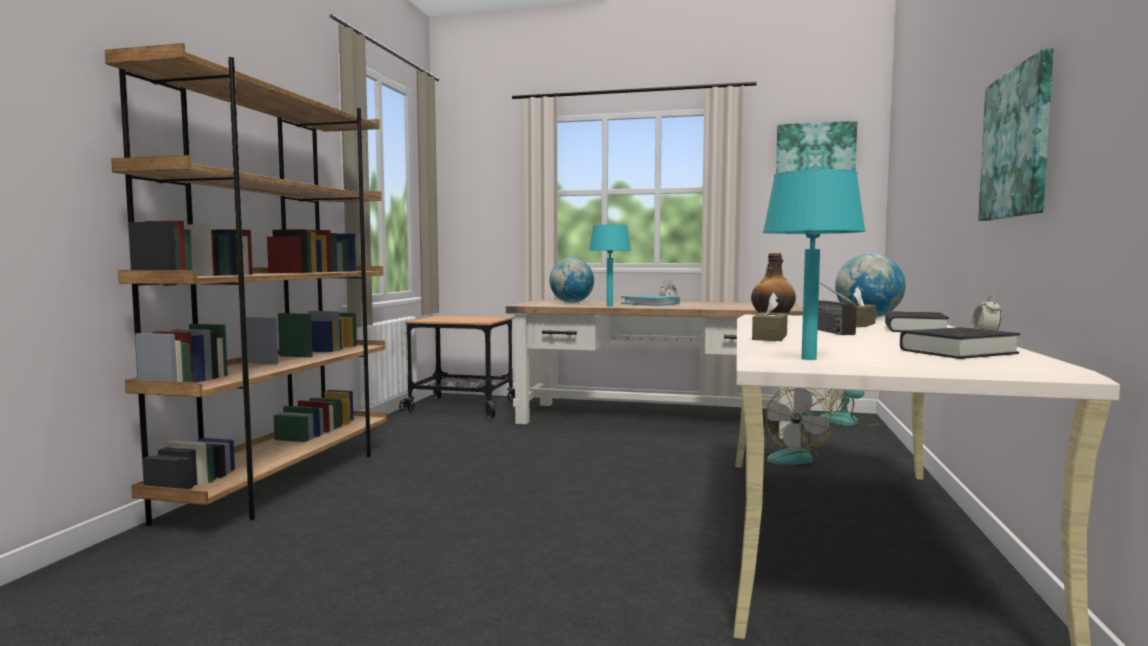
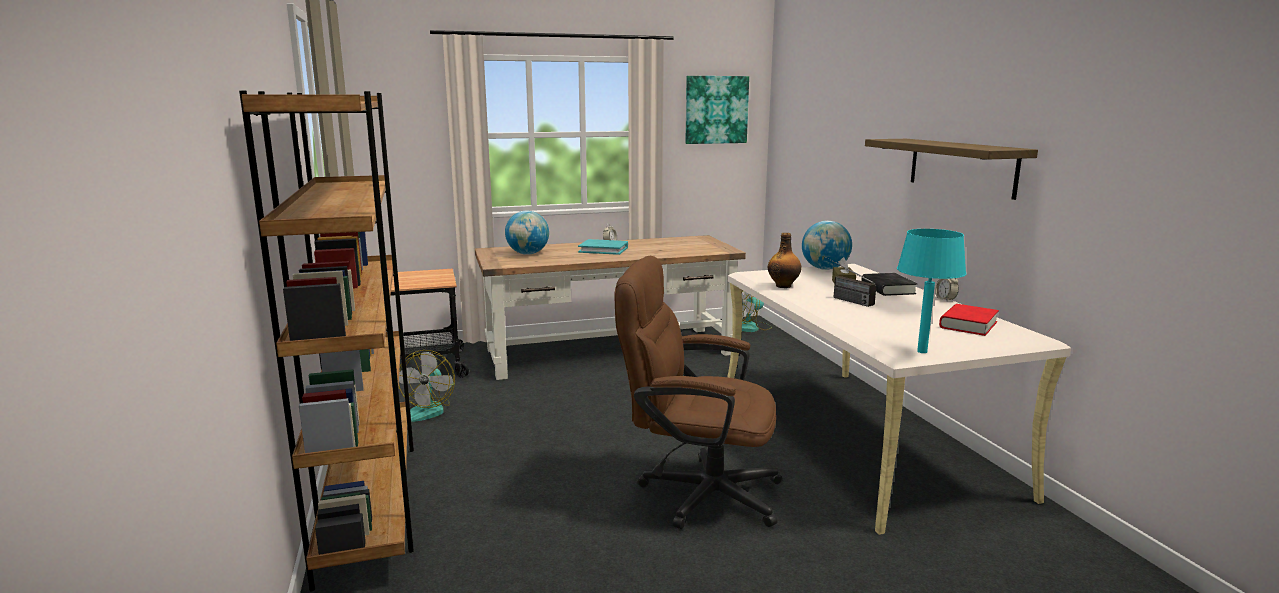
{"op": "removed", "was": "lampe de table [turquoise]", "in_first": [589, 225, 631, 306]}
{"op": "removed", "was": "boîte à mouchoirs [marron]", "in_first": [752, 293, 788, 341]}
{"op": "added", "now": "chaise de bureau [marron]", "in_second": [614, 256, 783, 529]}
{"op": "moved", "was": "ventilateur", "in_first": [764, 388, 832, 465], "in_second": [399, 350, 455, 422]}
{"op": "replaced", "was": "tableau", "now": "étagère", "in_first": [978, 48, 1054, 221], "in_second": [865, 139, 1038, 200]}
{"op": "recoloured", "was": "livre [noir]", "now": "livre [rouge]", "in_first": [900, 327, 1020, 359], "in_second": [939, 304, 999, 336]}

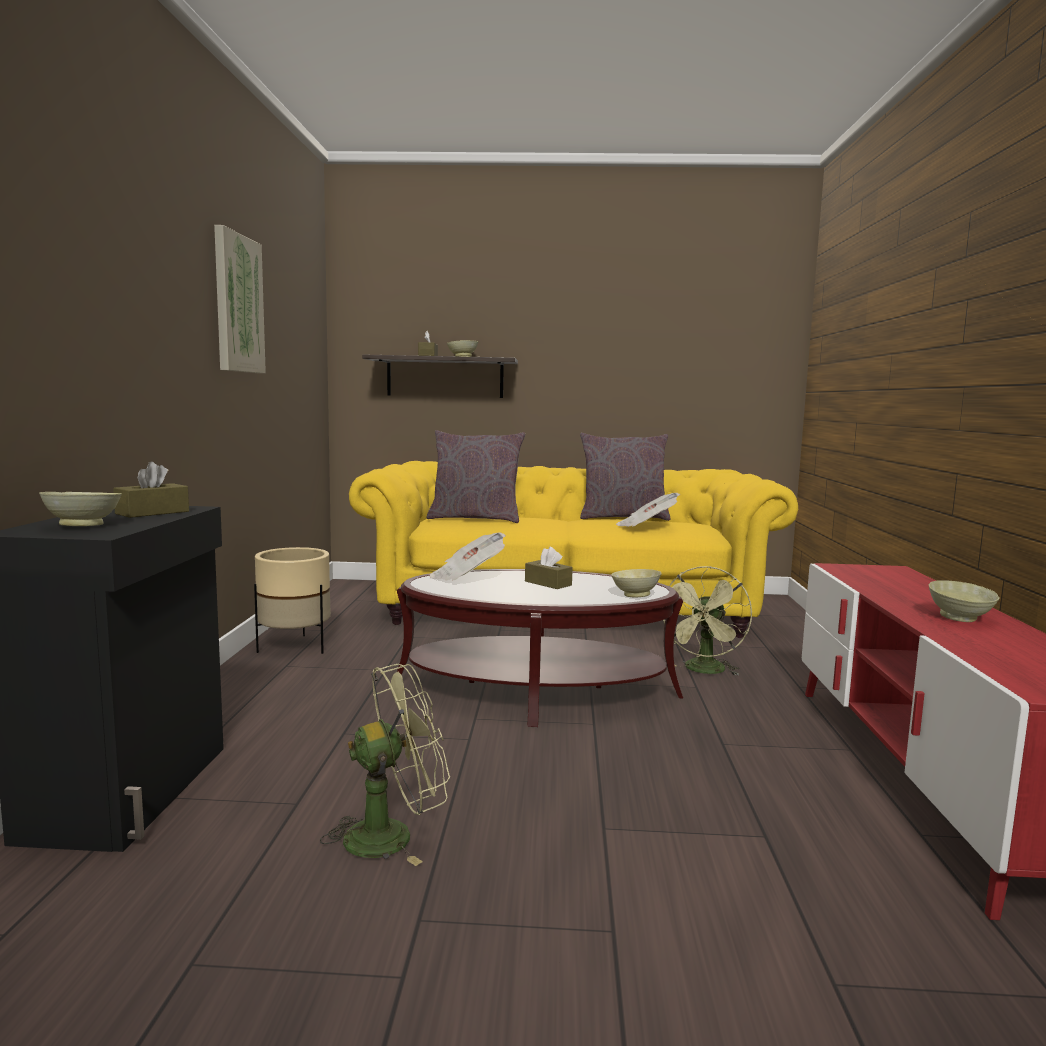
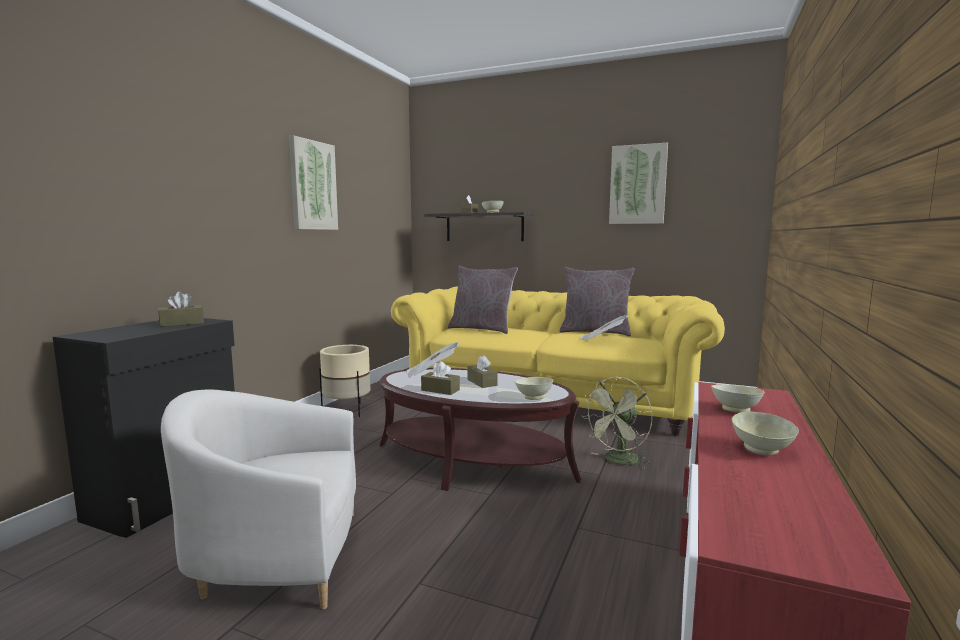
{"op": "added", "now": "boîte à mouchoirs [marron]", "in_second": [421, 361, 460, 395]}
{"op": "added", "now": "tableau", "in_second": [609, 143, 668, 224]}
{"op": "moved", "was": "bol [beige]", "in_first": [39, 492, 122, 526], "in_second": [711, 384, 765, 413]}
{"op": "replaced", "was": "ventilateur [vert]", "now": "fauteuil [blanc]", "in_first": [320, 664, 450, 866], "in_second": [161, 389, 356, 609]}

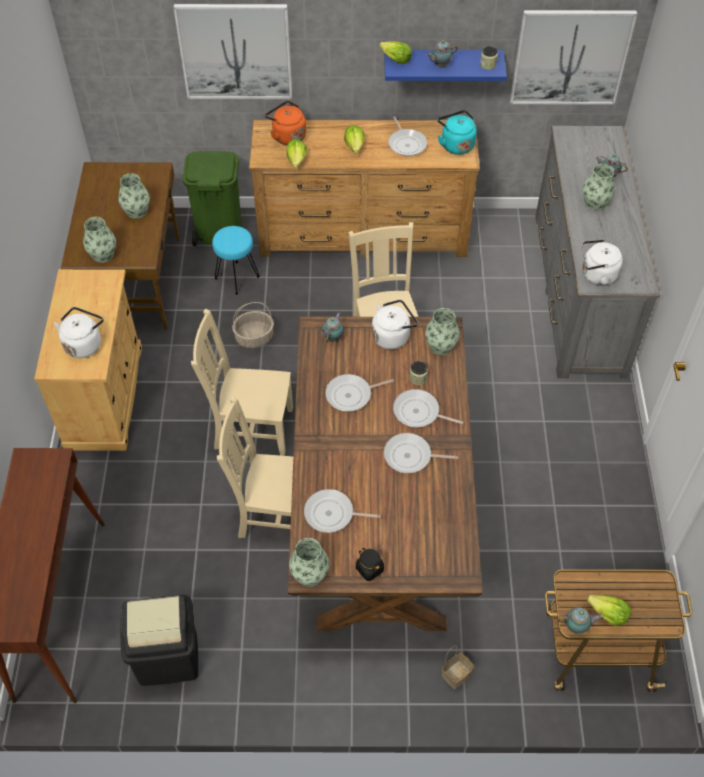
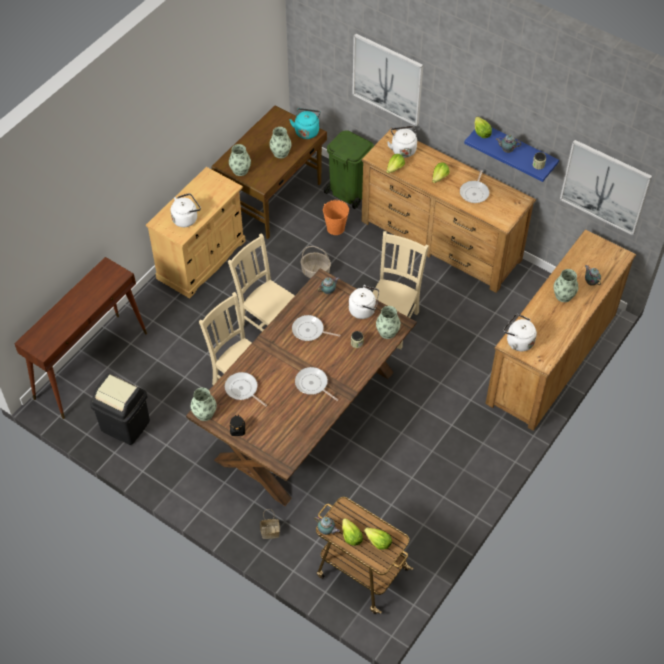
{"op": "removed", "was": "poêle", "in_first": [393, 389, 463, 427]}
{"op": "added", "now": "laitue", "in_second": [364, 527, 392, 550]}
{"op": "moved", "was": "bouilloire [turquoise]", "in_first": [438, 110, 477, 155], "in_second": [290, 108, 320, 139]}
{"op": "replaced", "was": "tabouret [turquoise]", "now": "seau [orange]", "in_first": [212, 226, 260, 295], "in_second": [323, 200, 349, 235]}
{"op": "recoloured", "was": "bouilloire [orange]", "now": "bouilloire [blanc]", "in_first": [265, 101, 306, 145], "in_second": [387, 126, 417, 158]}
{"op": "recoloured", "was": "commode [gris]", "now": "commode [marron]", "in_first": [535, 126, 660, 378], "in_second": [485, 229, 636, 431]}

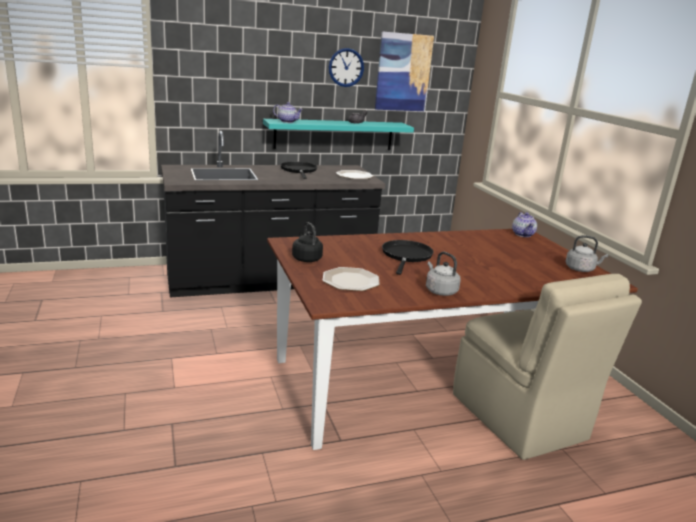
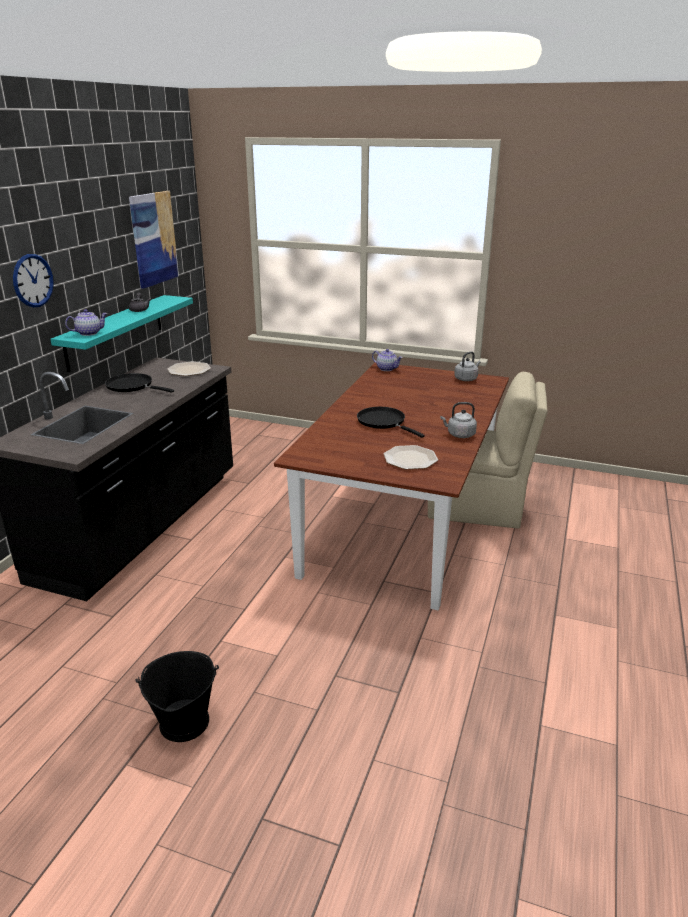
{"op": "removed", "was": "bouilloire [noir]", "in_first": [292, 222, 323, 262]}
{"op": "added", "now": "seau [noir]", "in_second": [135, 651, 219, 742]}
{"op": "moved", "was": "horloge murale", "in_first": [329, 48, 364, 87], "in_second": [13, 254, 54, 307]}

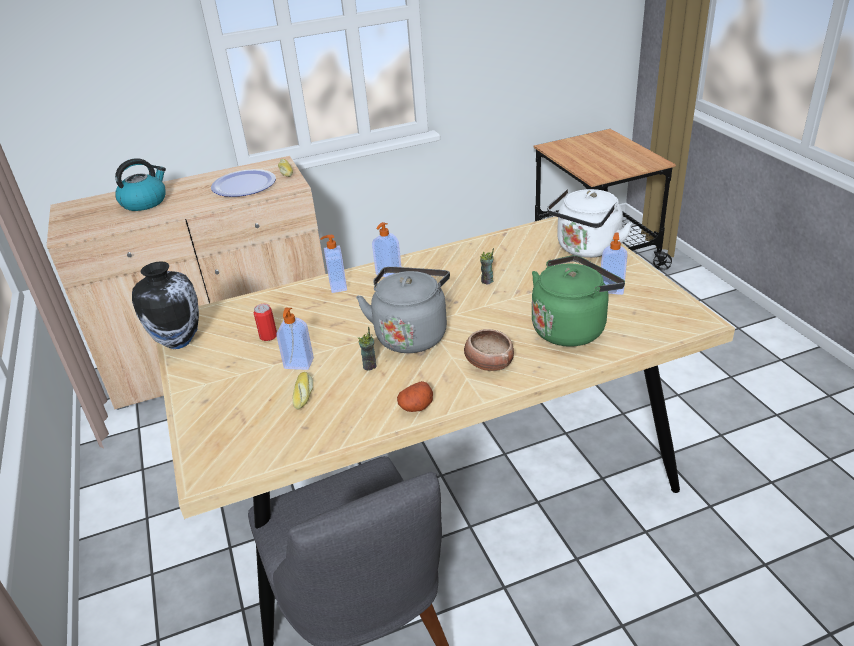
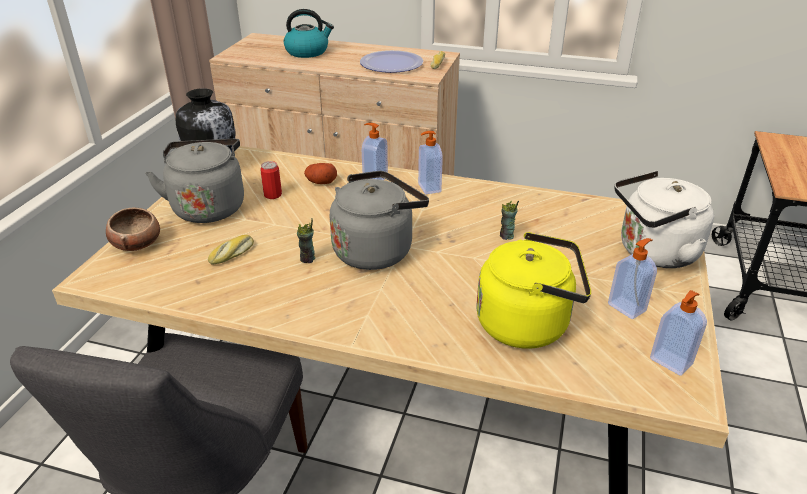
{"op": "added", "now": "bouilloire [gris]", "in_second": [145, 139, 244, 223]}
{"op": "moved", "was": "distributeur de savon", "in_first": [276, 308, 314, 370], "in_second": [650, 290, 707, 376]}
{"op": "moved", "was": "pomme de terre", "in_first": [397, 381, 433, 412], "in_second": [304, 163, 337, 184]}
{"op": "moved", "was": "bol", "in_first": [464, 329, 514, 371], "in_second": [106, 208, 160, 251]}
{"op": "recoloured", "was": "bouilloire [vert]", "now": "bouilloire [jaune]", "in_first": [532, 255, 625, 347], "in_second": [476, 232, 591, 349]}

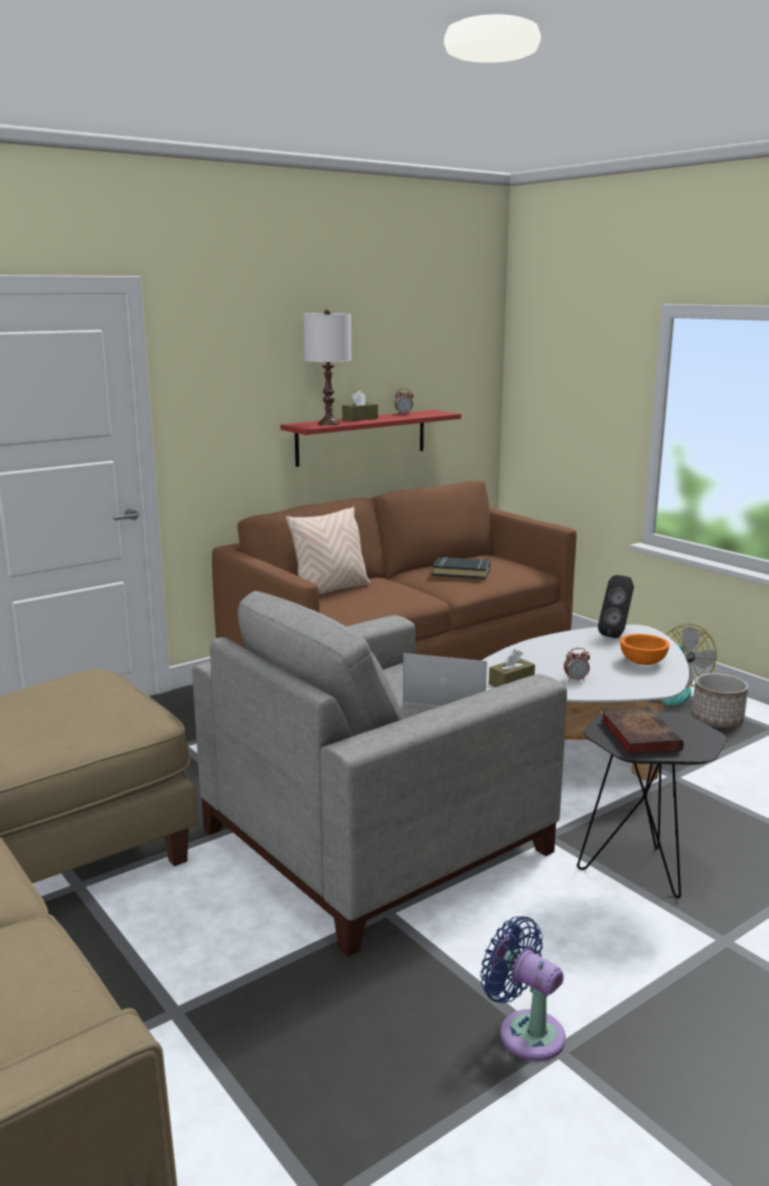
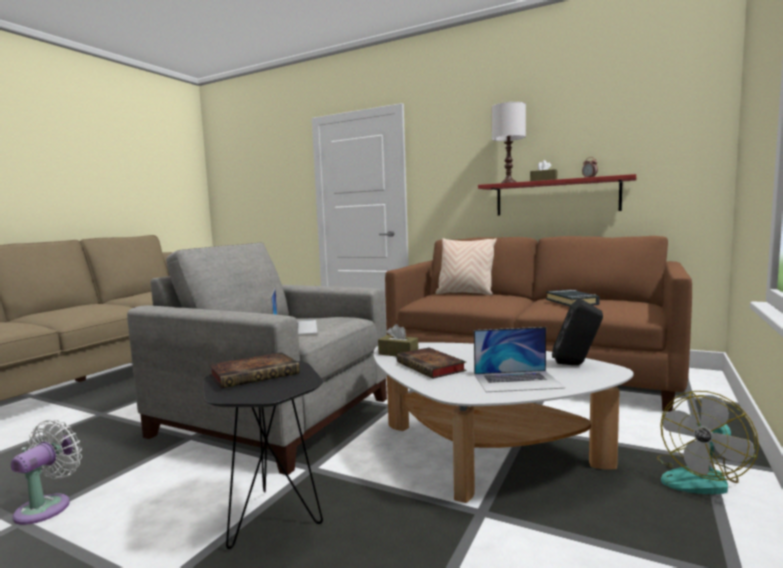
{"op": "removed", "was": "cache-pot", "in_first": [692, 673, 748, 728]}
{"op": "replaced", "was": "réveil", "now": "livre", "in_first": [564, 648, 590, 681], "in_second": [397, 348, 466, 379]}
{"op": "replaced", "was": "bol [orange]", "now": "ordinateur portable", "in_first": [620, 634, 670, 665], "in_second": [474, 327, 565, 392]}
{"op": "recoloured", "was": "ventilateur [bleu]", "now": "ventilateur [blanc]", "in_first": [480, 916, 566, 1061], "in_second": [11, 420, 82, 525]}

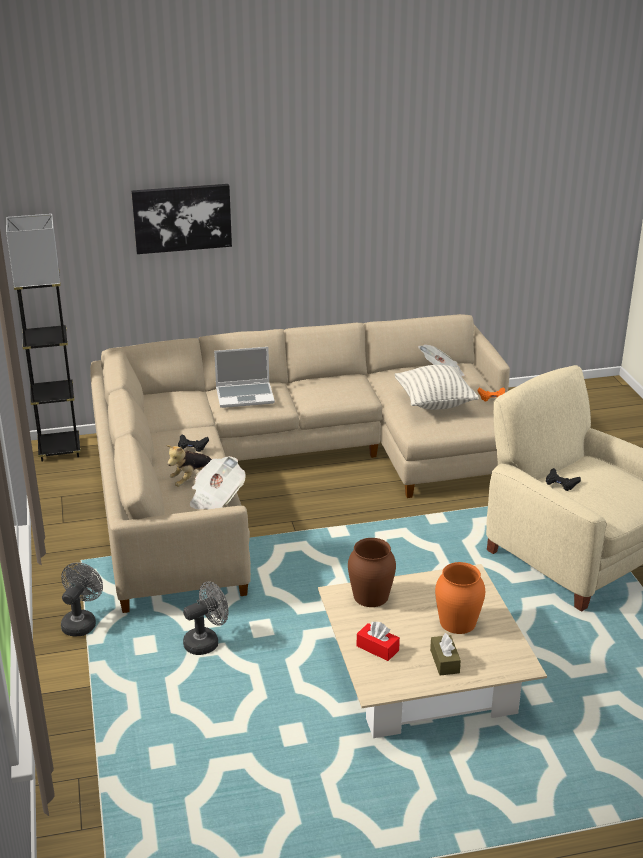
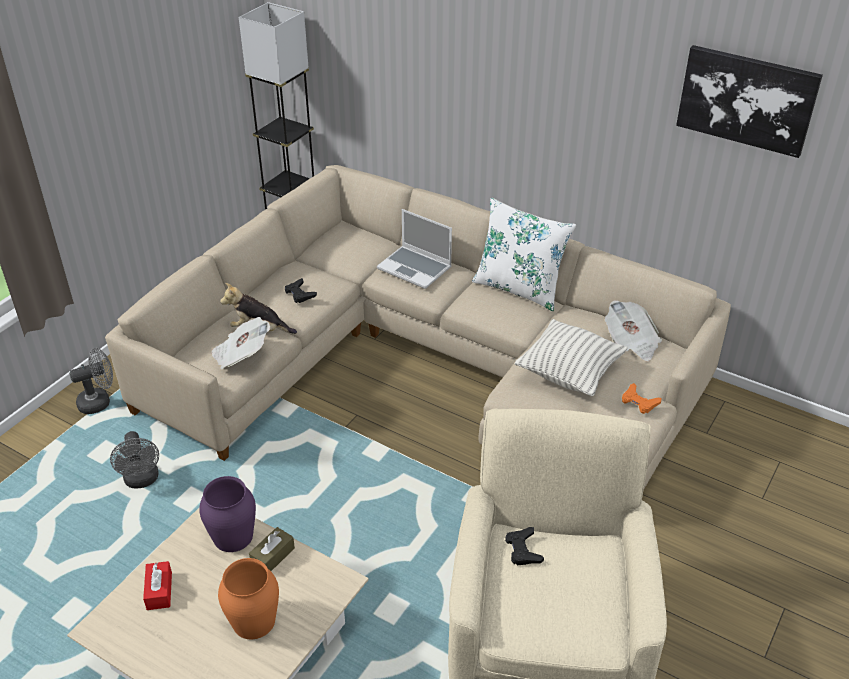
{"op": "added", "now": "coussin [blanc]", "in_second": [472, 198, 576, 311]}
{"op": "moved", "was": "tableau", "in_first": [131, 184, 232, 254], "in_second": [676, 45, 823, 158]}
{"op": "moved", "was": "boîte à mouchoirs [marron]", "in_first": [430, 633, 461, 675], "in_second": [249, 527, 295, 571]}
{"op": "recoloured", "was": "vase [marron]", "now": "vase [violet]", "in_first": [348, 538, 396, 607], "in_second": [199, 476, 256, 552]}
{"op": "turned", "was": "ventilateur [gris]", "in_first": [183, 581, 229, 655], "in_second": [110, 431, 159, 488], "clockwise": 60}

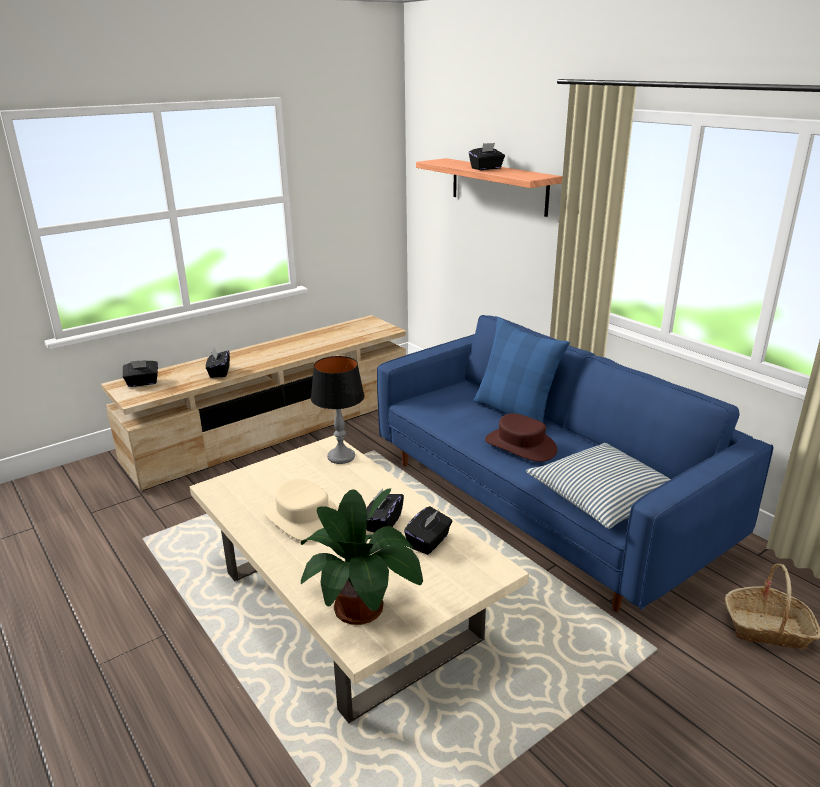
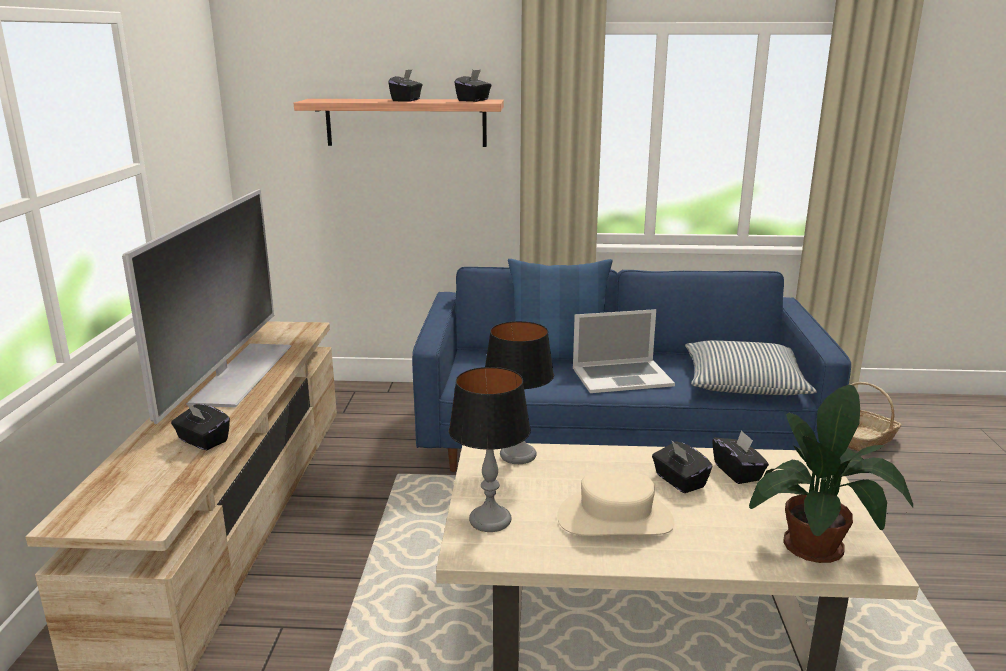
{"op": "added", "now": "téléviseur", "in_second": [122, 189, 291, 424]}
{"op": "added", "now": "lampe de table", "in_second": [449, 367, 531, 532]}
{"op": "moved", "was": "boîte à mouchoirs [noir]", "in_first": [123, 360, 158, 387], "in_second": [454, 70, 492, 102]}
{"op": "replaced", "was": "chapeau [marron]", "now": "ordinateur portable", "in_first": [485, 413, 557, 462], "in_second": [573, 309, 675, 393]}

